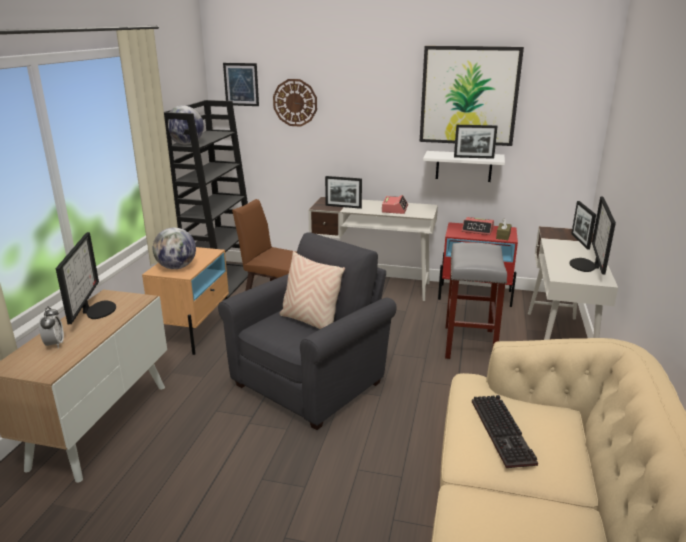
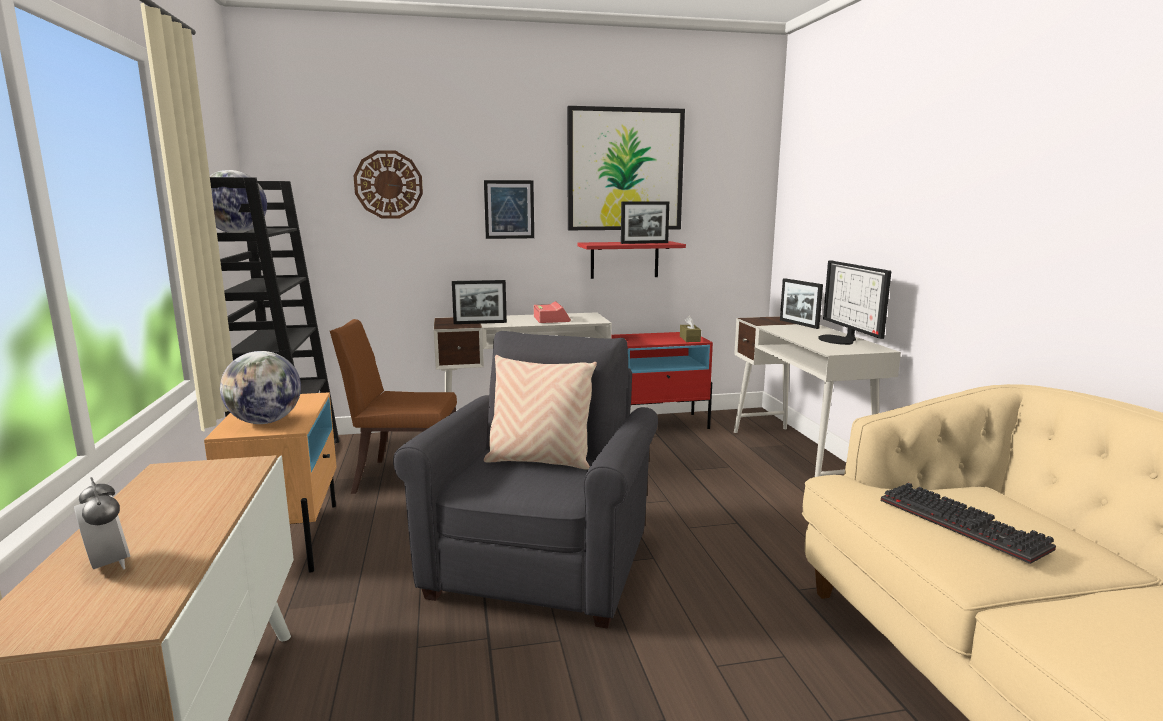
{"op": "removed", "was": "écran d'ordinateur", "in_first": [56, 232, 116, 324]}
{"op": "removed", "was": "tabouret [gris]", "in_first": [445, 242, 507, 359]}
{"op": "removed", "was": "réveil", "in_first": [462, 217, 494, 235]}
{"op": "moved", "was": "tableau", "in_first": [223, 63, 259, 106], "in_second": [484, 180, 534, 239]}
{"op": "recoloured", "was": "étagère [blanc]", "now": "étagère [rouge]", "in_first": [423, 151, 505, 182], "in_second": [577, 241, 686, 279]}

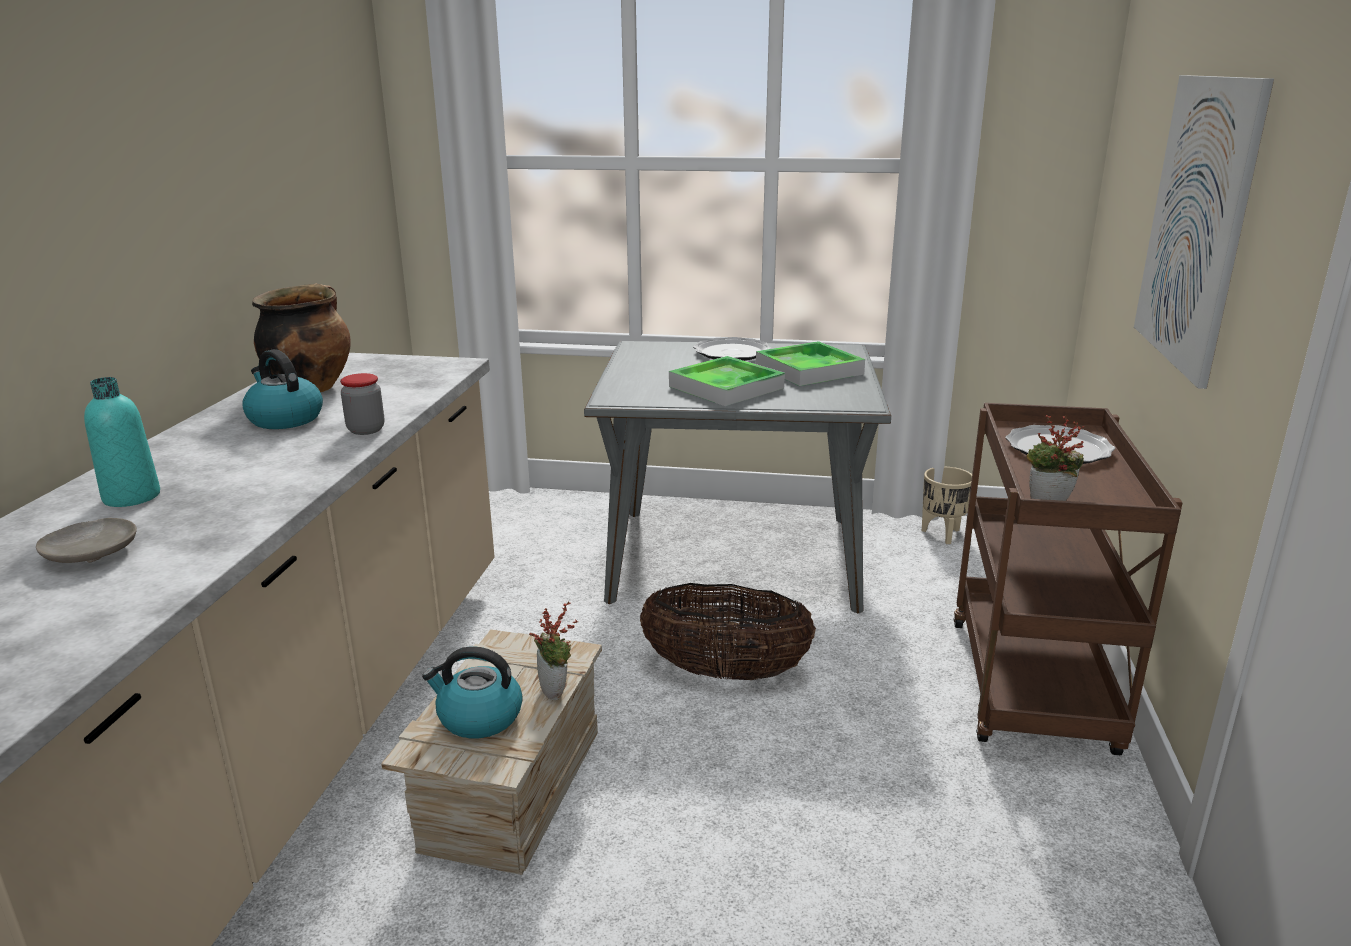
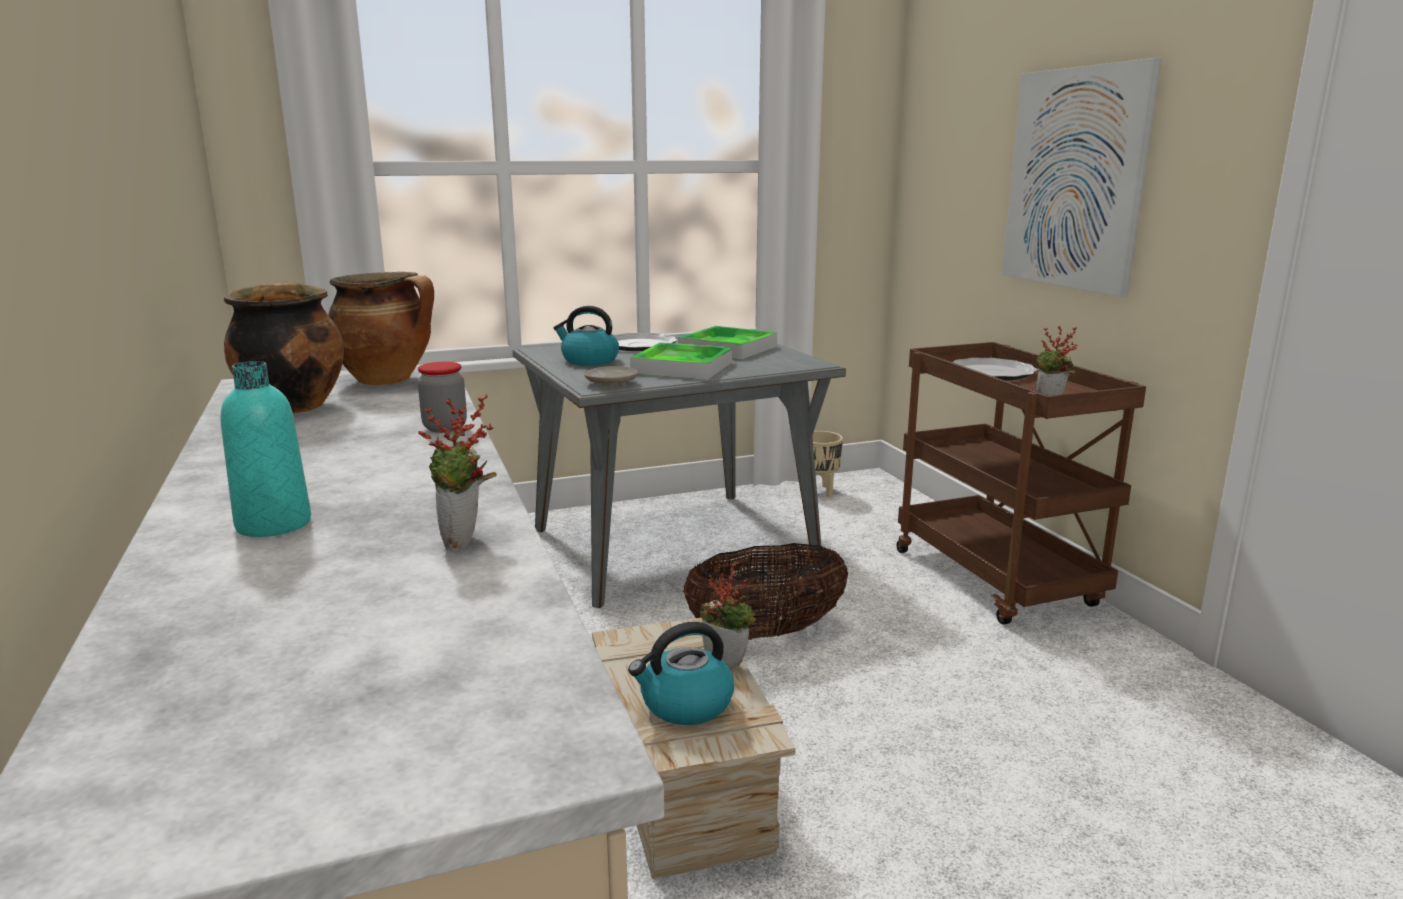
{"op": "added", "now": "marmite", "in_second": [328, 272, 434, 385]}
{"op": "added", "now": "plante en pot", "in_second": [418, 394, 497, 552]}
{"op": "moved", "was": "assiette [beige]", "in_first": [36, 518, 137, 563], "in_second": [584, 366, 638, 387]}
{"op": "moved", "was": "bouilloire", "in_first": [242, 349, 323, 429], "in_second": [553, 306, 619, 366]}

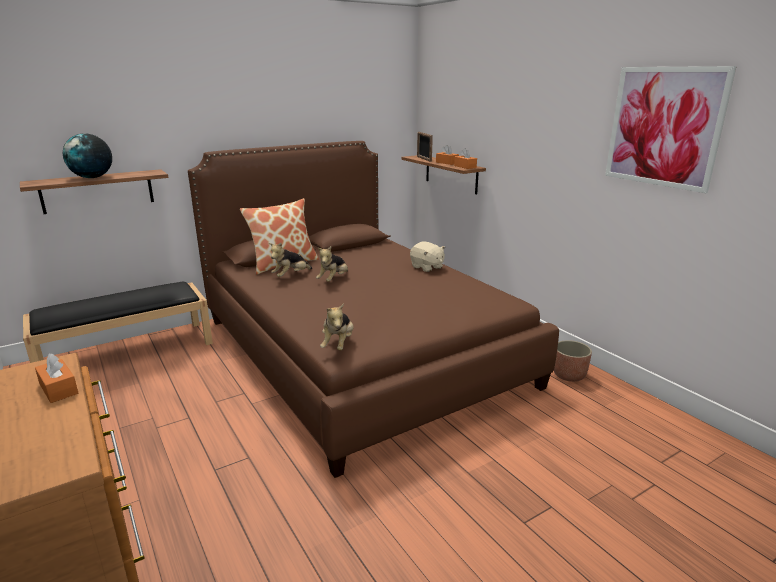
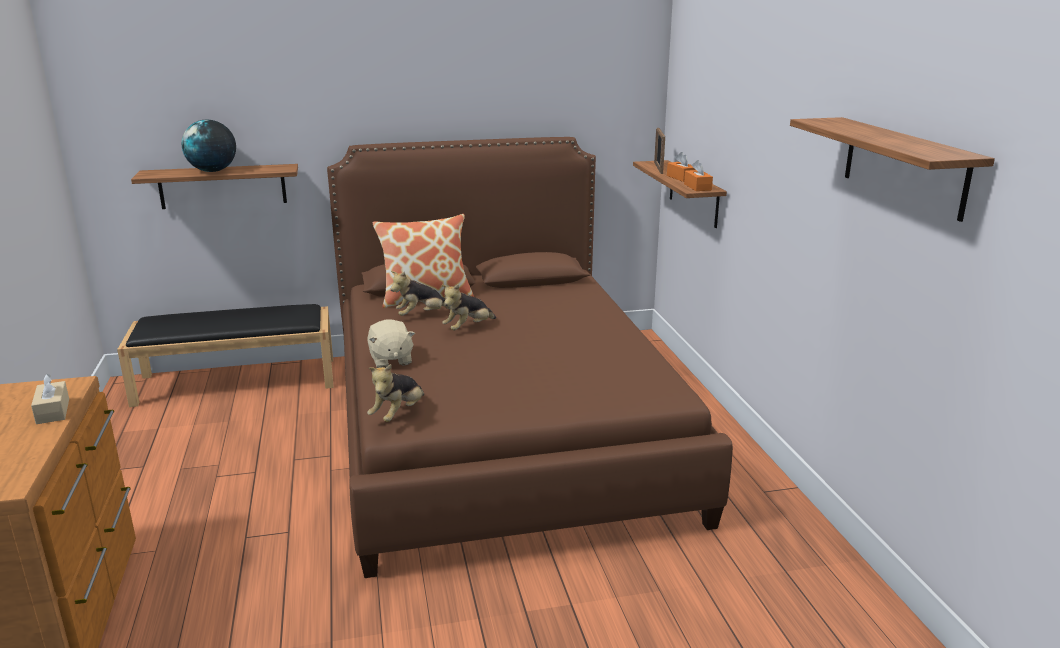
{"op": "removed", "was": "cache-pot", "in_first": [554, 340, 592, 382]}
{"op": "moved", "was": "peluche [beige]", "in_first": [410, 242, 445, 272], "in_second": [367, 319, 415, 368]}
{"op": "replaced", "was": "tableau", "now": "étagère", "in_first": [605, 66, 737, 193], "in_second": [790, 117, 995, 222]}
{"op": "recoloured", "was": "boîte à mouchoirs [orange]", "now": "boîte à mouchoirs [beige]", "in_first": [35, 353, 78, 403], "in_second": [31, 374, 69, 424]}

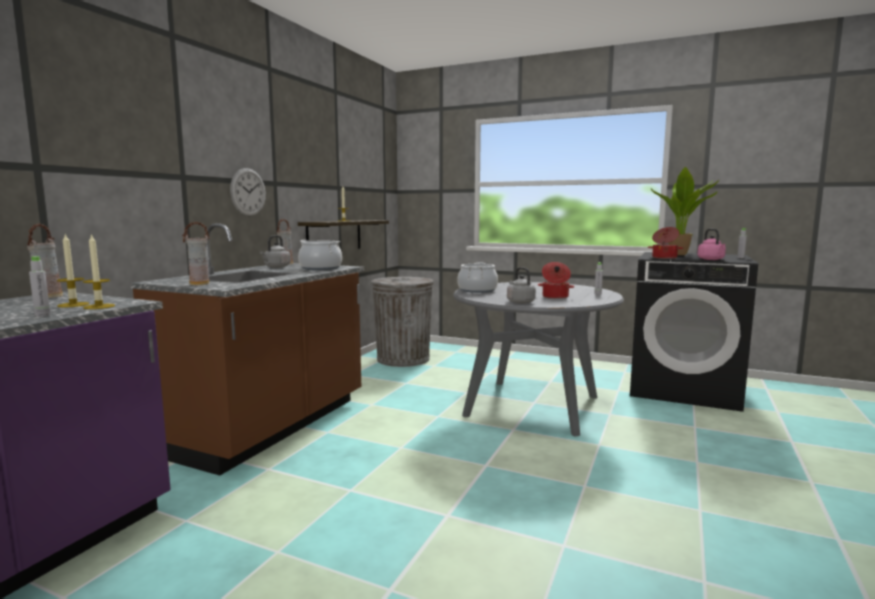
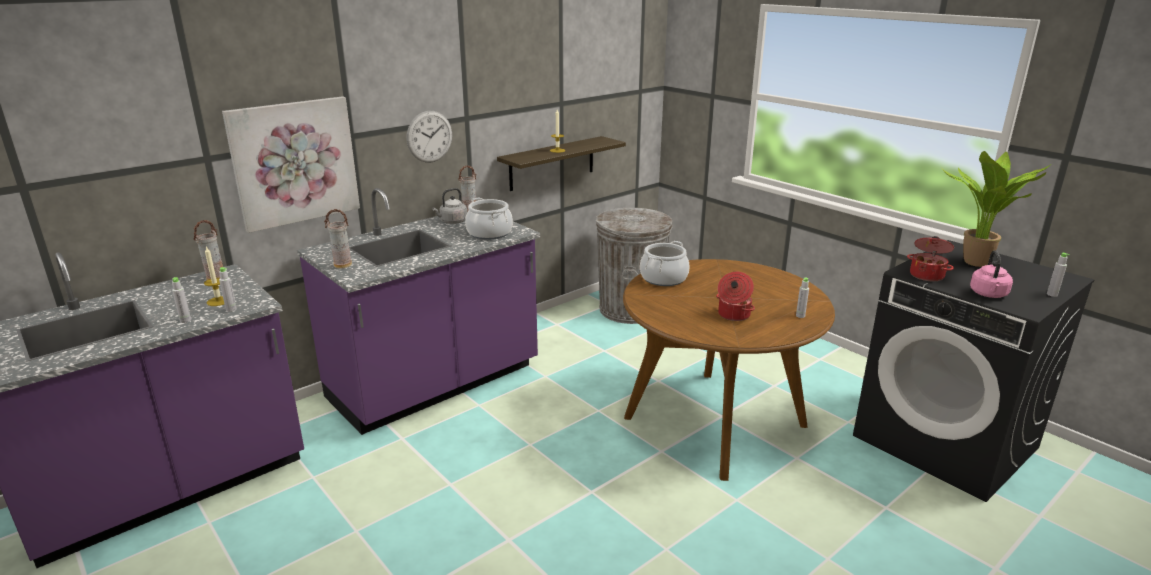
{"op": "removed", "was": "bouilloire [gris]", "in_first": [507, 267, 536, 304]}
{"op": "added", "now": "tableau", "in_second": [222, 96, 360, 233]}
{"op": "replaced", "was": "bougie", "now": "bouteille [gris]", "in_first": [83, 233, 115, 309], "in_second": [219, 267, 237, 312]}
{"op": "recoloured", "was": "comptoir de cuisine [marron]", "now": "comptoir de cuisine [violet]", "in_first": [130, 223, 365, 476], "in_second": [297, 188, 540, 435]}
{"op": "recoloured", "was": "table à manger [gris]", "now": "table à manger [marron]", "in_first": [453, 282, 624, 436], "in_second": [623, 259, 835, 481]}

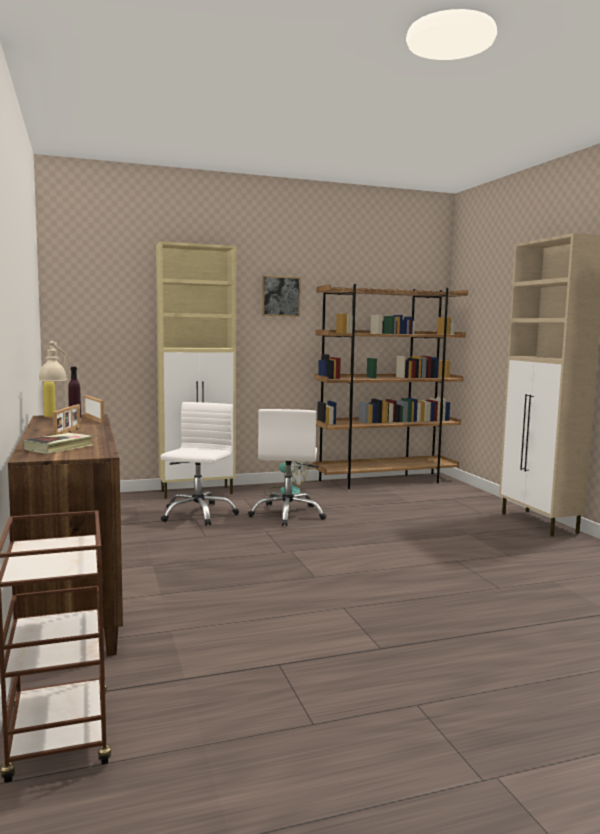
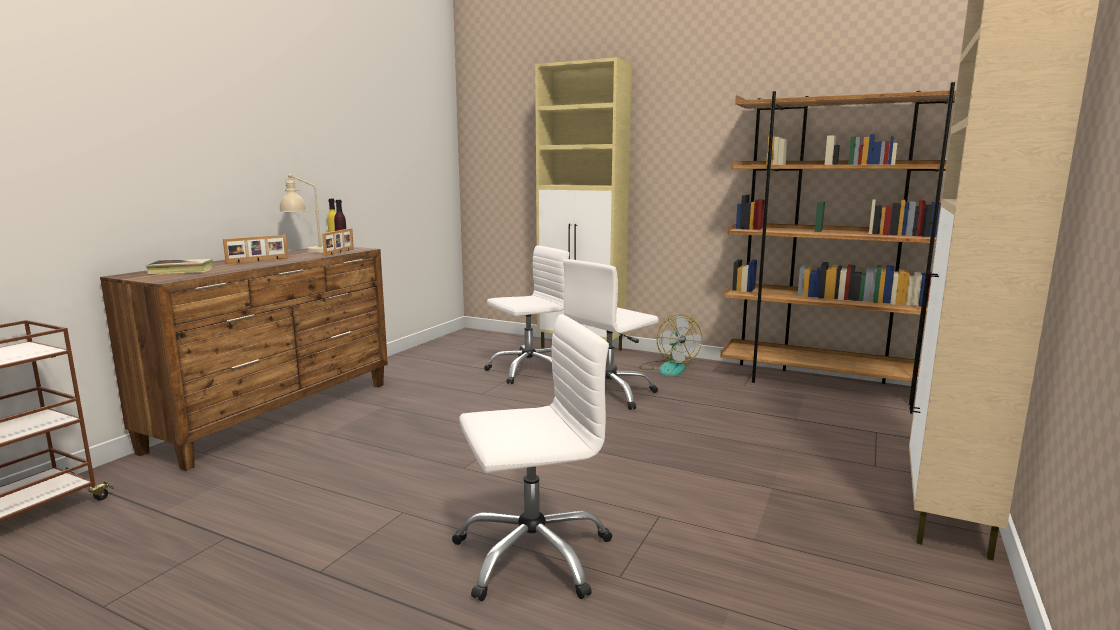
{"op": "removed", "was": "tableau", "in_first": [262, 276, 301, 317]}
{"op": "added", "now": "chaise de bureau [blanc]", "in_second": [452, 314, 612, 601]}

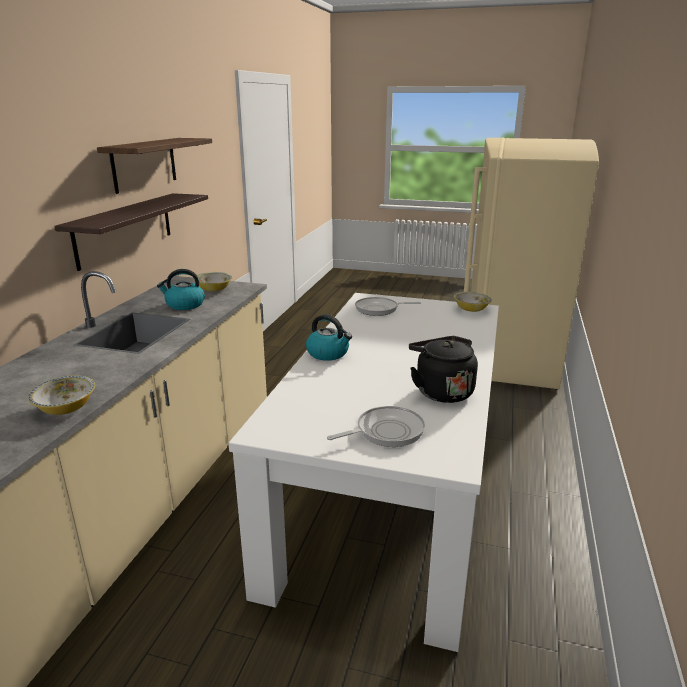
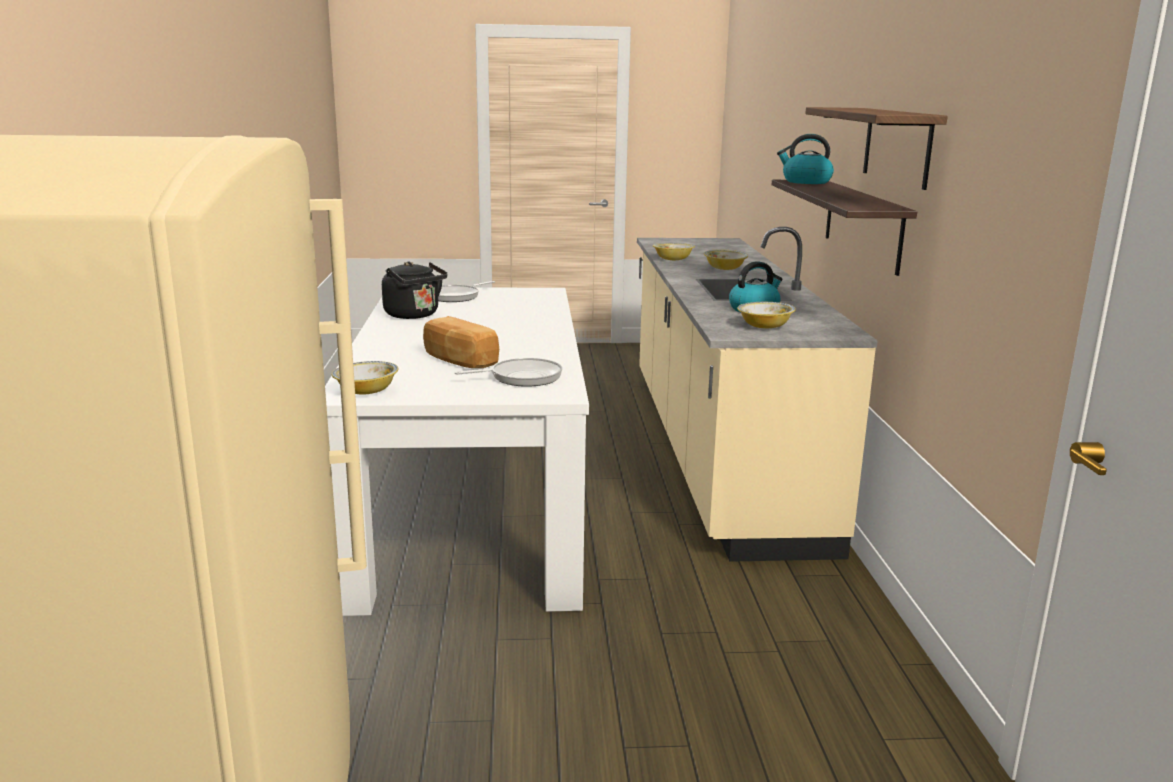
{"op": "added", "now": "pain", "in_second": [423, 316, 499, 368]}
{"op": "added", "now": "bol", "in_second": [704, 249, 748, 270]}
{"op": "moved", "was": "bouilloire", "in_first": [306, 314, 352, 361], "in_second": [777, 134, 834, 184]}

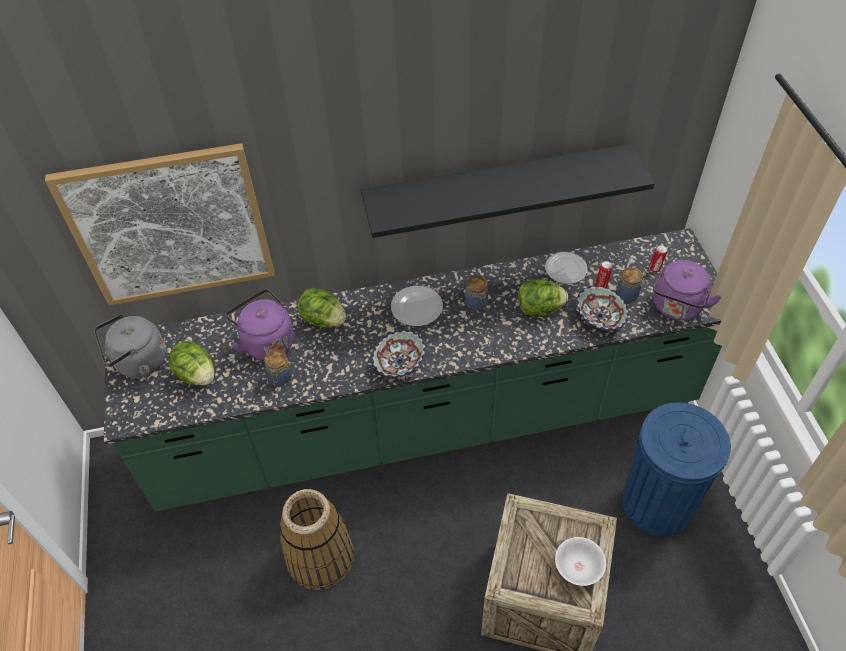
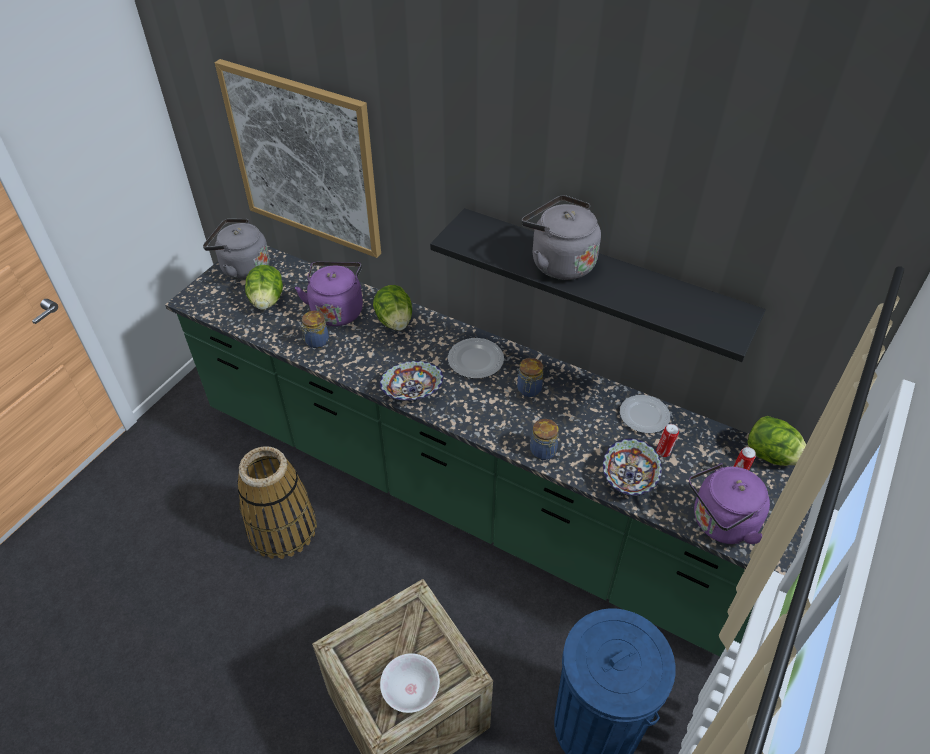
{"op": "added", "now": "bouilloire [gris]", "in_second": [522, 195, 601, 280]}
{"op": "moved", "was": "laitue", "in_first": [518, 279, 568, 316], "in_second": [747, 416, 806, 466]}
{"op": "moved", "was": "bocal", "in_first": [617, 267, 646, 302], "in_second": [530, 419, 559, 460]}

